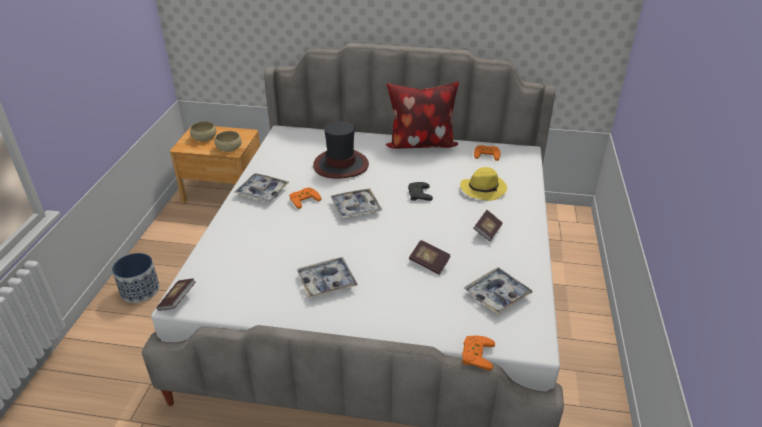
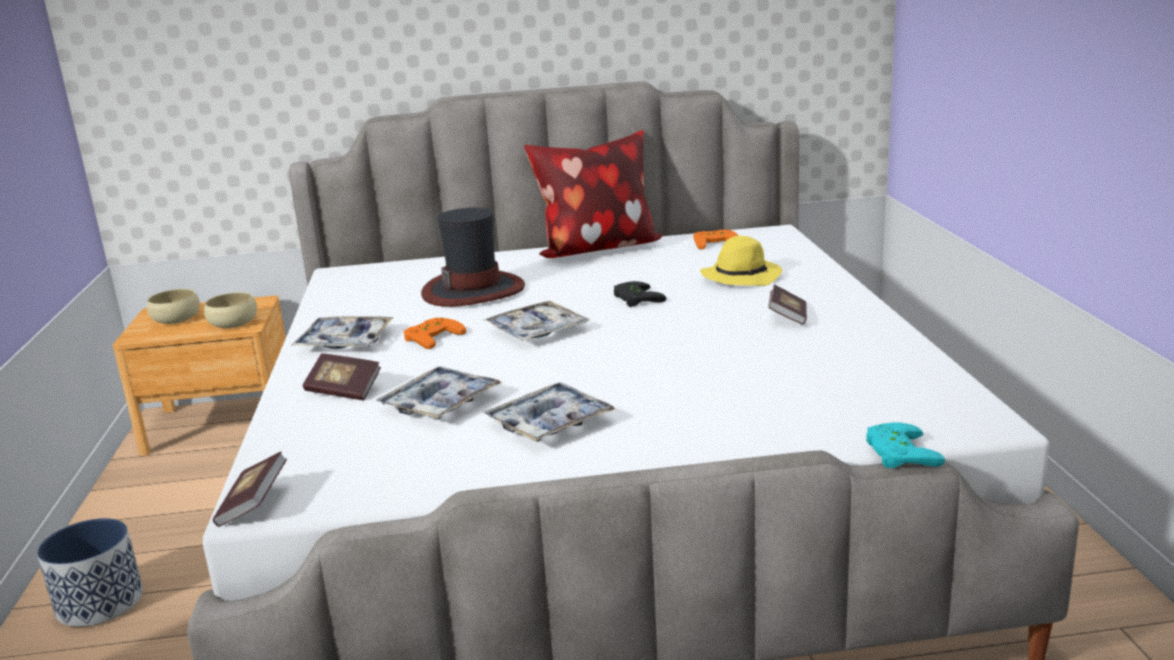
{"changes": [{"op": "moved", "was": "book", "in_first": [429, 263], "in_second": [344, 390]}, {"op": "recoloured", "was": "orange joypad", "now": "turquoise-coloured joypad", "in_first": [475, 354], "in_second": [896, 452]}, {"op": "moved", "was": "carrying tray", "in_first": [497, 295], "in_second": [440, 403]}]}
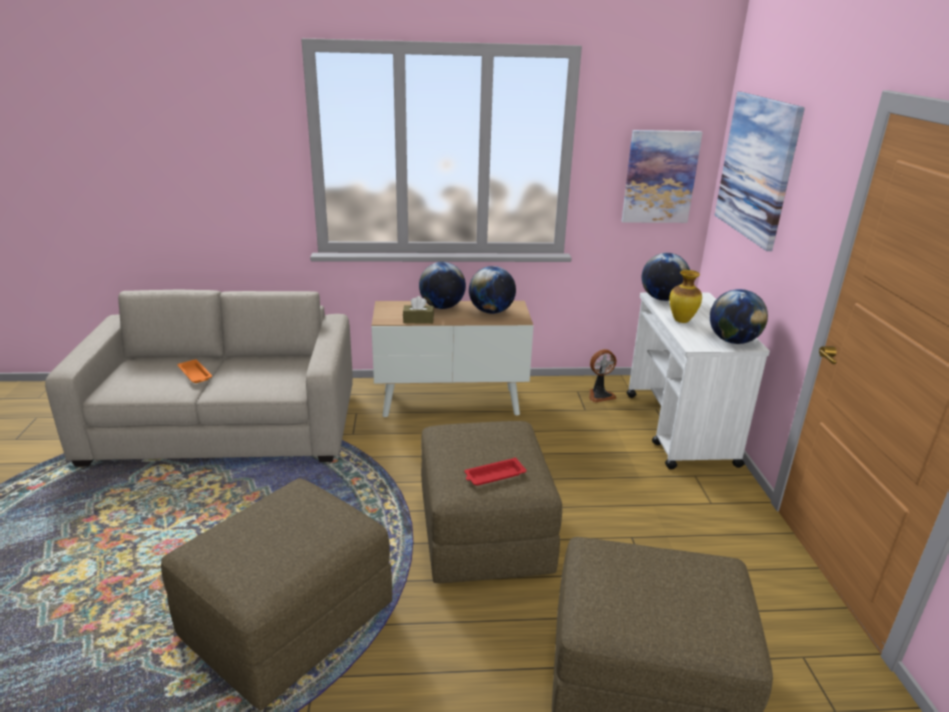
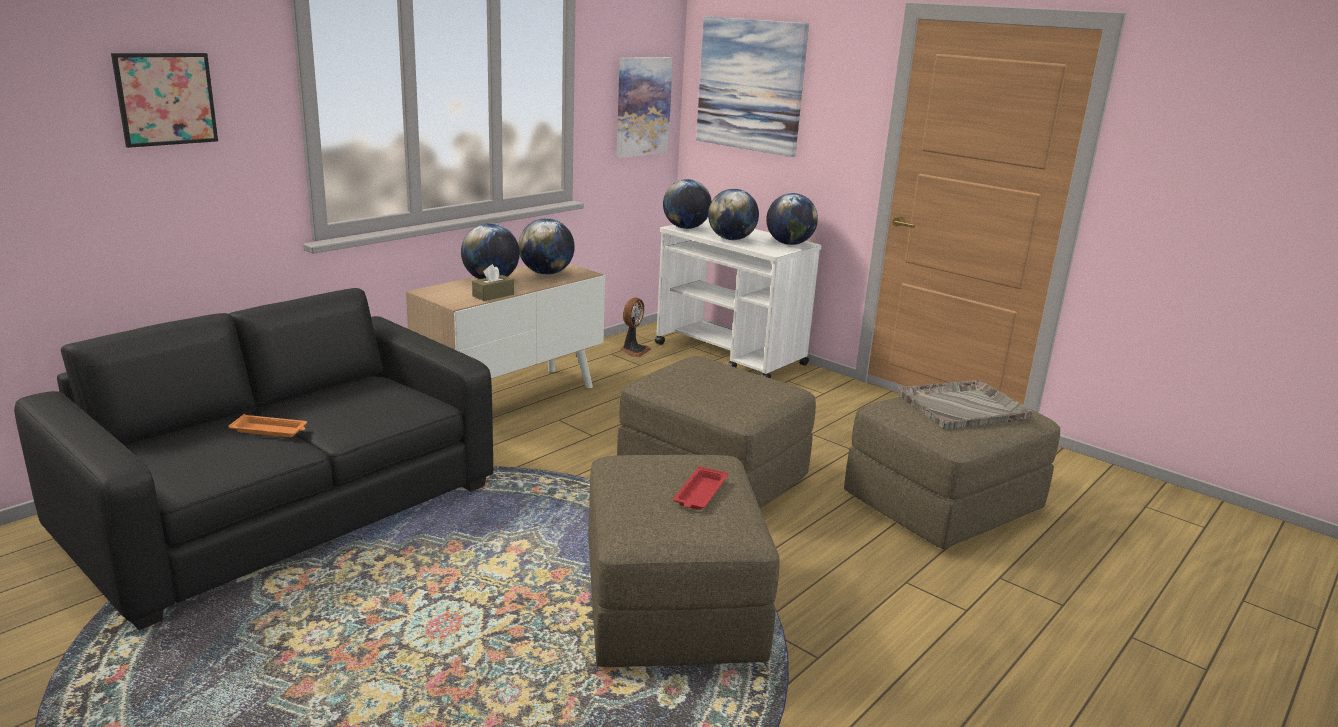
{"changes": [{"op": "recoloured", "was": "sand-coloured sofa", "now": "blackish sofa", "in_first": [225, 426], "in_second": [284, 509]}, {"op": "moved", "was": "red-coloured carrying tray", "in_first": [493, 475], "in_second": [700, 493]}, {"op": "replaced", "was": "decorative vase", "now": "world globe", "in_first": [681, 321], "in_second": [731, 239]}, {"op": "added", "now": "wall art", "in_second": [166, 99]}, {"op": "added", "now": "gray carrying tray", "in_second": [963, 406]}]}
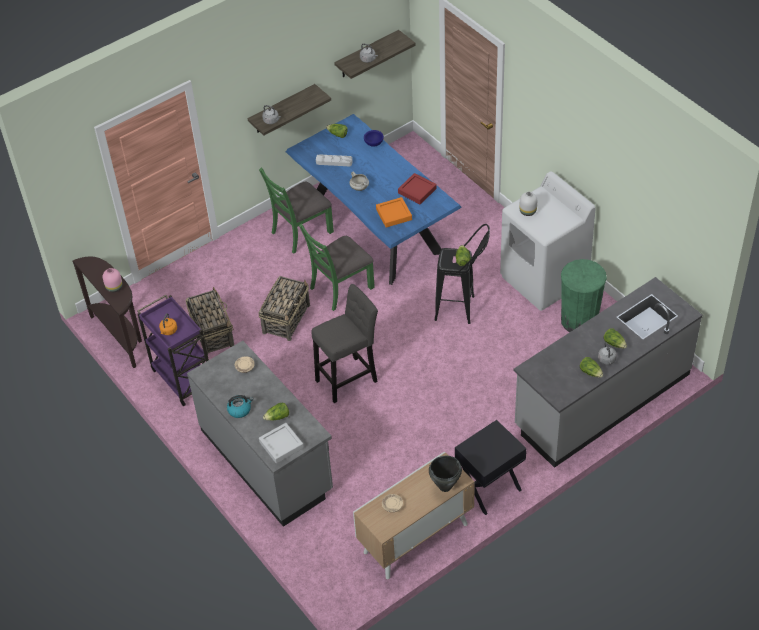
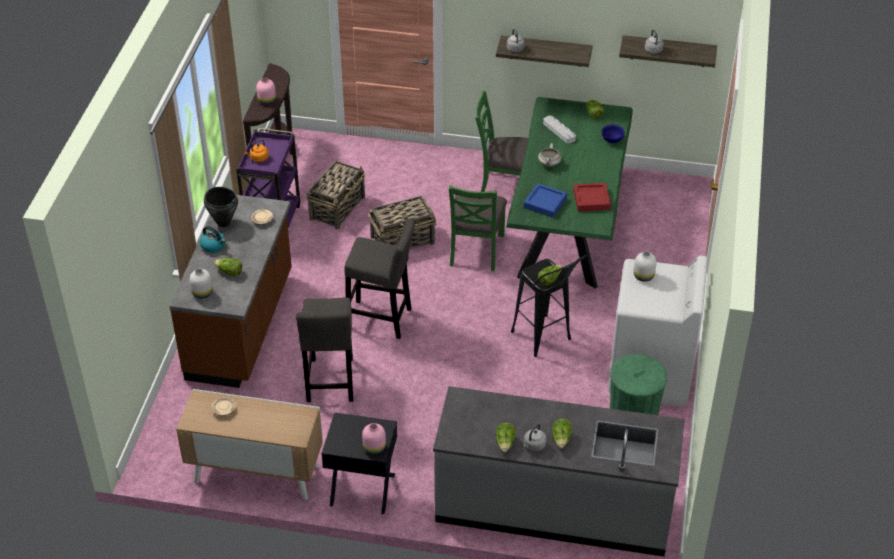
{"changes": [{"op": "recoloured", "was": "gray counter", "now": "brown counter", "in_first": [267, 460], "in_second": [242, 326]}, {"op": "replaced", "was": "gray carrying tray", "now": "white-coloured decorative vase", "in_first": [281, 445], "in_second": [202, 292]}, {"op": "recoloured", "was": "bluish kitchen table", "now": "green kitchen table", "in_first": [375, 229], "in_second": [567, 228]}, {"op": "turned", "was": "green upright chair", "in_first": [341, 287], "in_second": [476, 250], "clockwise": -90}, {"op": "recoloured", "was": "orange carrying tray", "now": "bluish carrying tray", "in_first": [394, 214], "in_second": [545, 203]}, {"op": "moved", "was": "blackish stockpot", "in_first": [444, 486], "in_second": [223, 222]}, {"op": "added", "now": "gray stool seat", "in_second": [330, 383]}, {"op": "added", "now": "pink-coloured decorative vase", "in_second": [373, 447]}]}
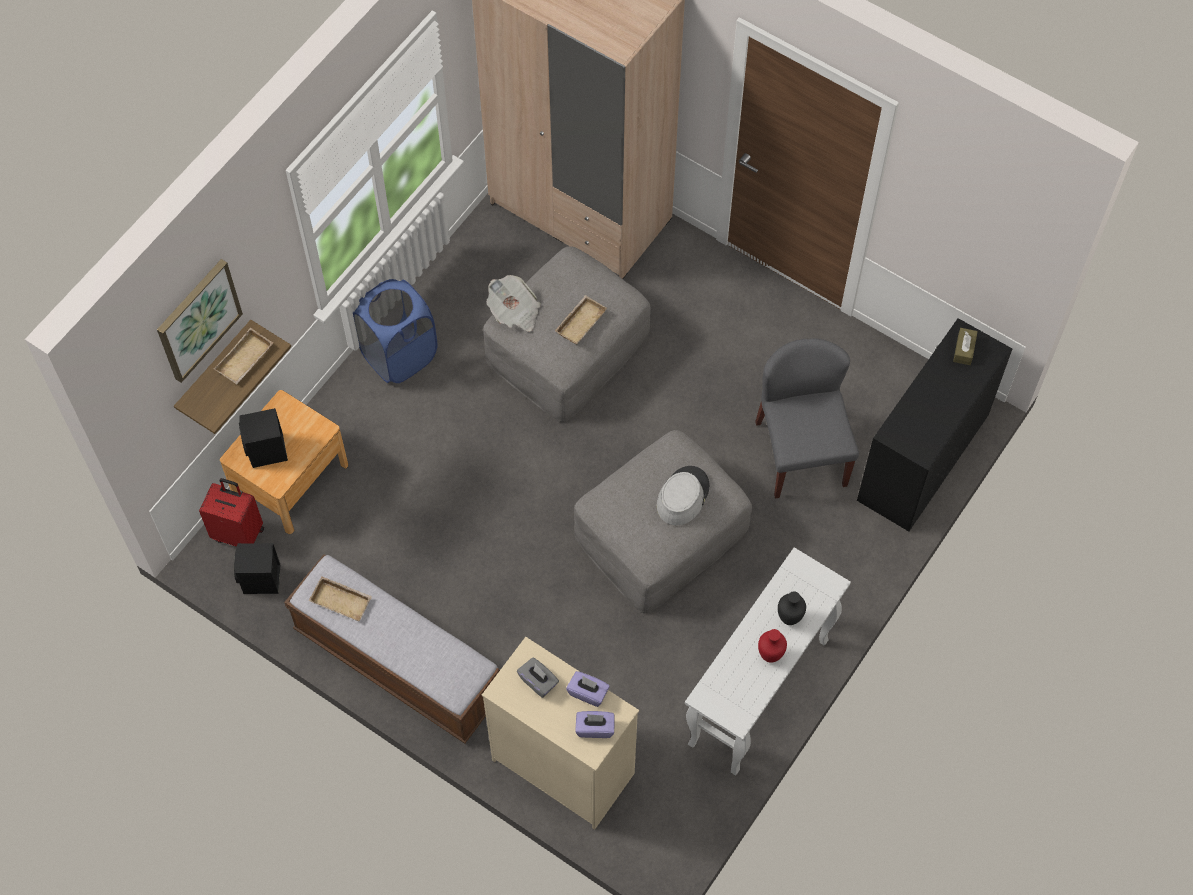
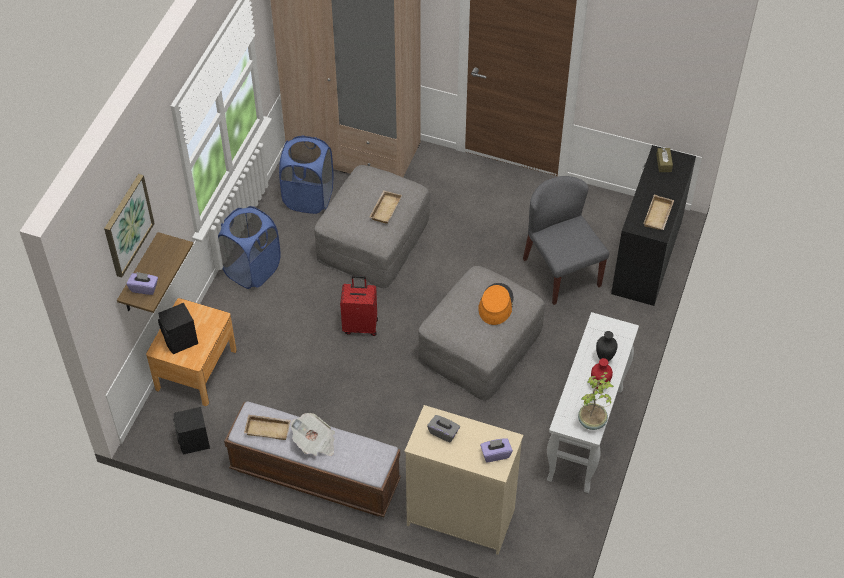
{"changes": [{"op": "moved", "was": "red-coloured piece of luggage", "in_first": [239, 533], "in_second": [360, 326]}, {"op": "moved", "was": "sand-coloured carrying tray", "in_first": [245, 361], "in_second": [659, 216]}, {"op": "moved", "was": "newspaper", "in_first": [514, 312], "in_second": [315, 442]}, {"op": "moved", "was": "purple-coloured box of tissues", "in_first": [588, 693], "in_second": [144, 288]}, {"op": "recoloured", "was": "gray wearable hat", "now": "orange wearable hat", "in_first": [682, 496], "in_second": [495, 304]}, {"op": "added", "now": "bluish washing basket", "in_second": [308, 198]}, {"op": "added", "now": "houseplant", "in_second": [592, 421]}]}
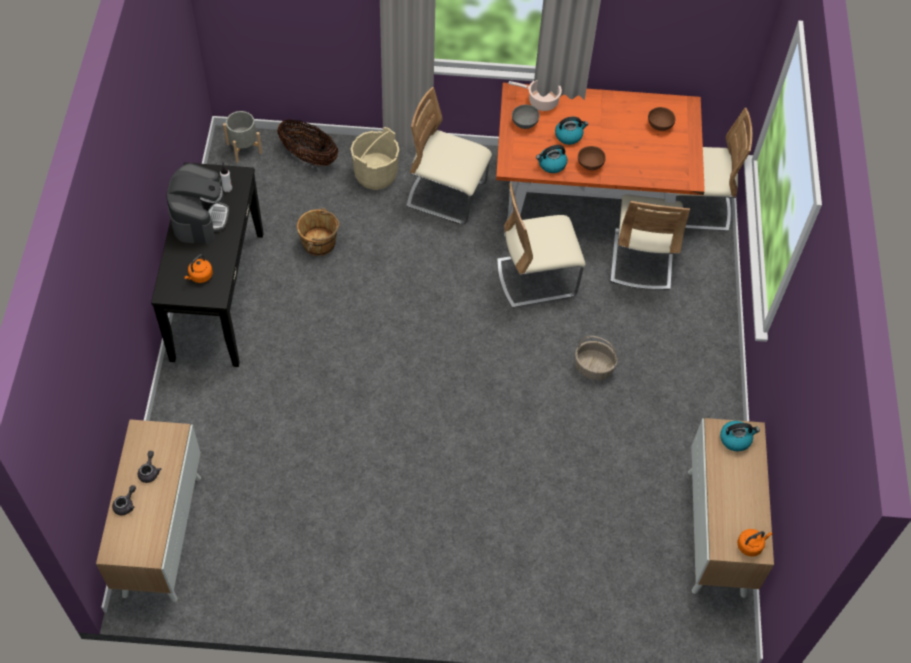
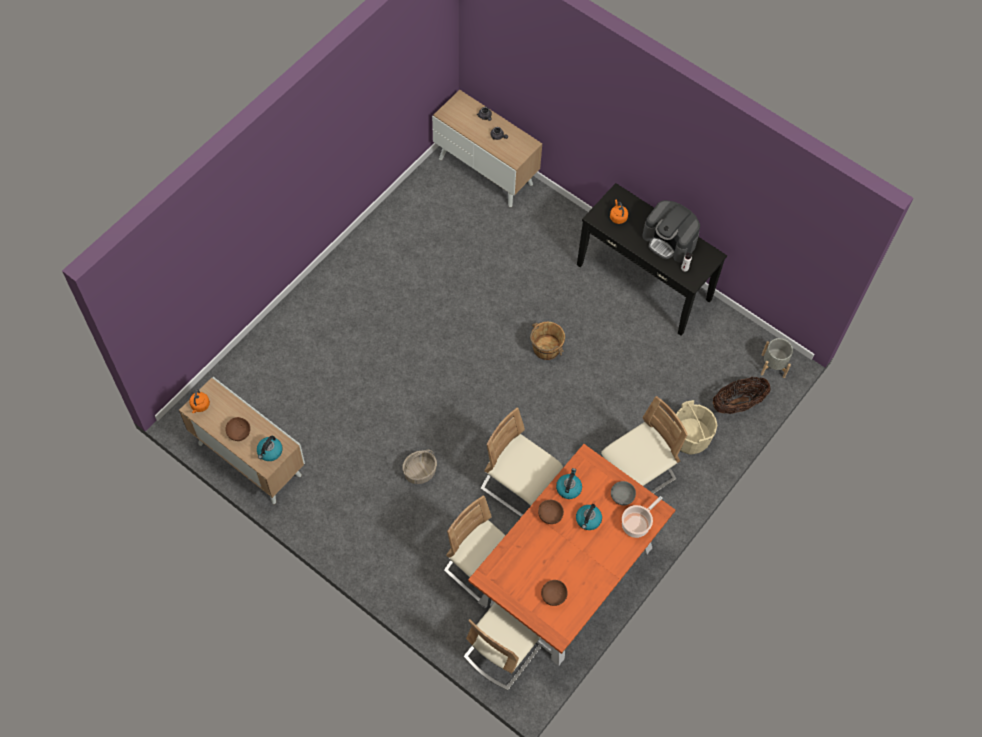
{"changes": [{"op": "moved", "was": "brown pail", "in_first": [319, 243], "in_second": [546, 348]}, {"op": "turned", "was": "sand-coloured upright chair", "in_first": [536, 278], "in_second": [519, 486], "clockwise": -75}, {"op": "added", "now": "brown deep dish", "in_second": [239, 432]}]}
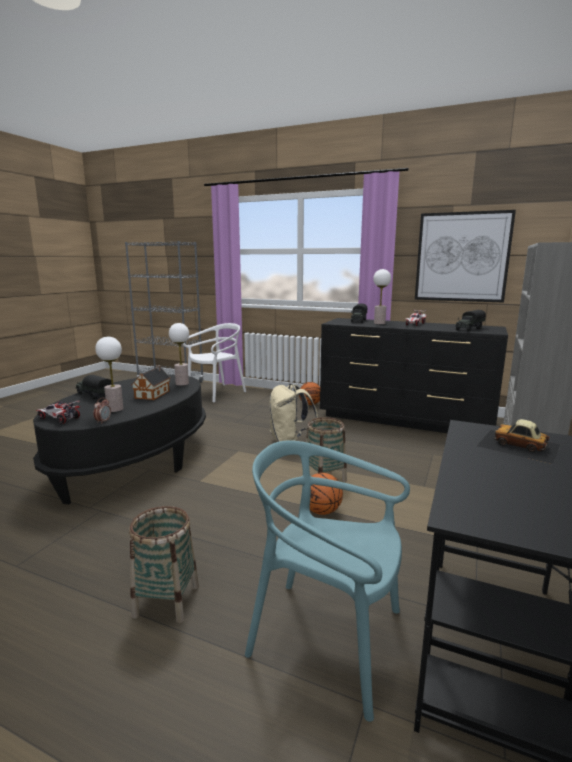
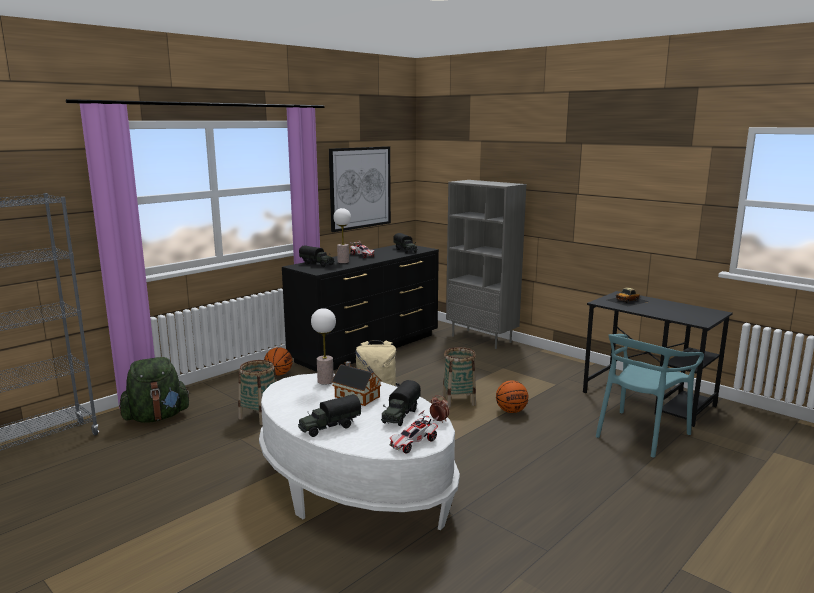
{"changes": [{"op": "recoloured", "was": "blackish coffee table", "now": "white-coloured coffee table", "in_first": [134, 461], "in_second": [354, 487]}, {"op": "replaced", "was": "tabletop lamp", "now": "toy lorry", "in_first": [115, 409], "in_second": [400, 415]}, {"op": "moved", "was": "household basket", "in_first": [166, 601], "in_second": [260, 416]}, {"op": "replaced", "was": "white-coloured upright chair", "now": "green knapsack", "in_first": [217, 393], "in_second": [157, 417]}]}
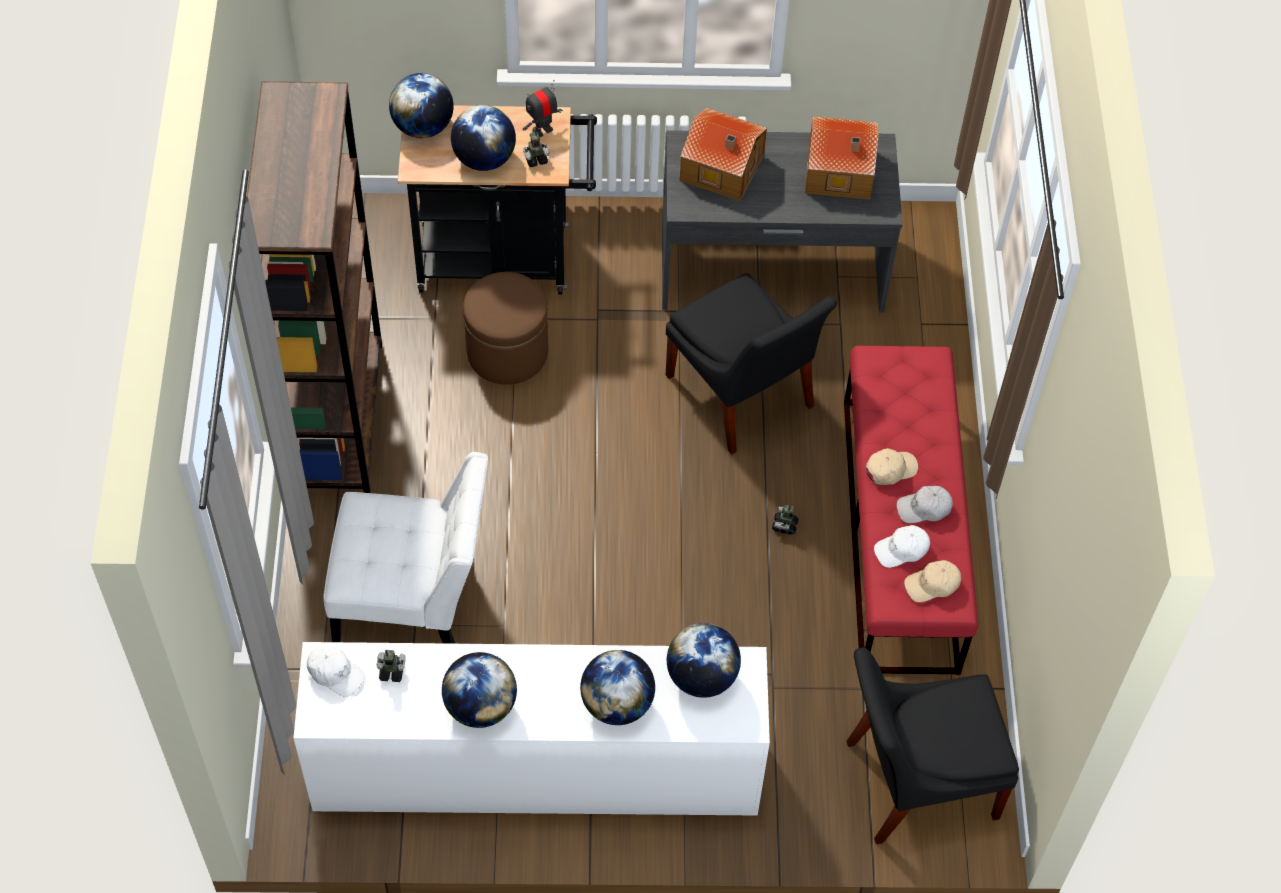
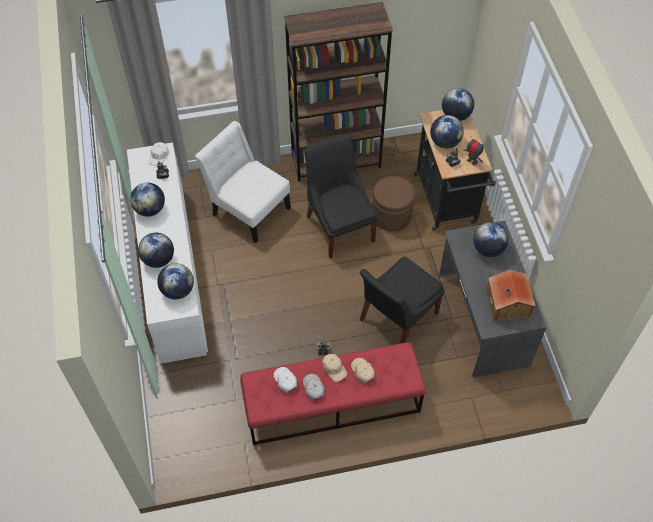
{"changes": [{"op": "turned", "was": "white-coloured upright chair", "in_first": [413, 598], "in_second": [248, 208], "clockwise": 135}, {"op": "replaced", "was": "toy house", "now": "world globe", "in_first": [722, 169], "in_second": [488, 249]}, {"op": "moved", "was": "blackish upright chair", "in_first": [914, 780], "in_second": [339, 225]}, {"op": "moved", "was": "sand-coloured cap", "in_first": [932, 585], "in_second": [363, 371]}]}
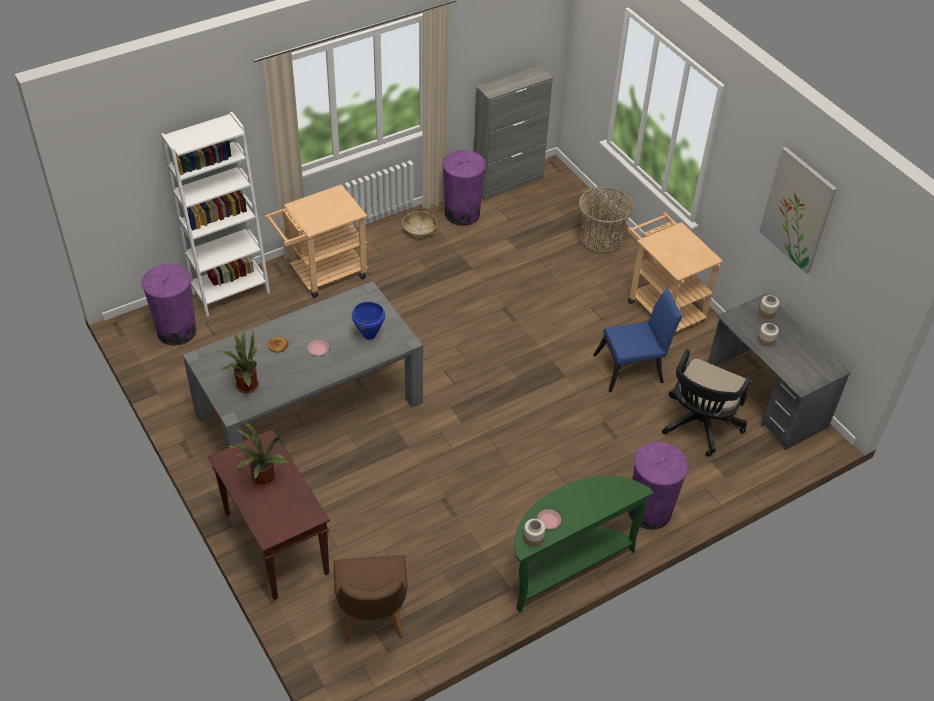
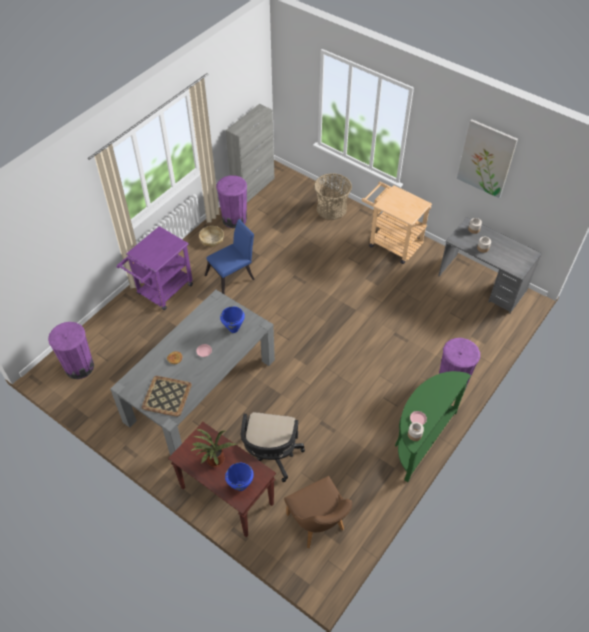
{"changes": [{"op": "removed", "was": "white-coloured bookcase", "in_first": [230, 292]}, {"op": "replaced", "was": "houseplant", "now": "carrying tray", "in_first": [244, 385], "in_second": [166, 395]}, {"op": "recoloured", "was": "sand-coloured cart", "now": "purple-coloured cart", "in_first": [322, 275], "in_second": [161, 292]}, {"op": "moved", "was": "bluish upright chair", "in_first": [633, 369], "in_second": [232, 276]}, {"op": "moved", "was": "blackish office chair", "in_first": [699, 426], "in_second": [270, 457]}, {"op": "added", "now": "bluish stockpot", "in_second": [241, 486]}]}
